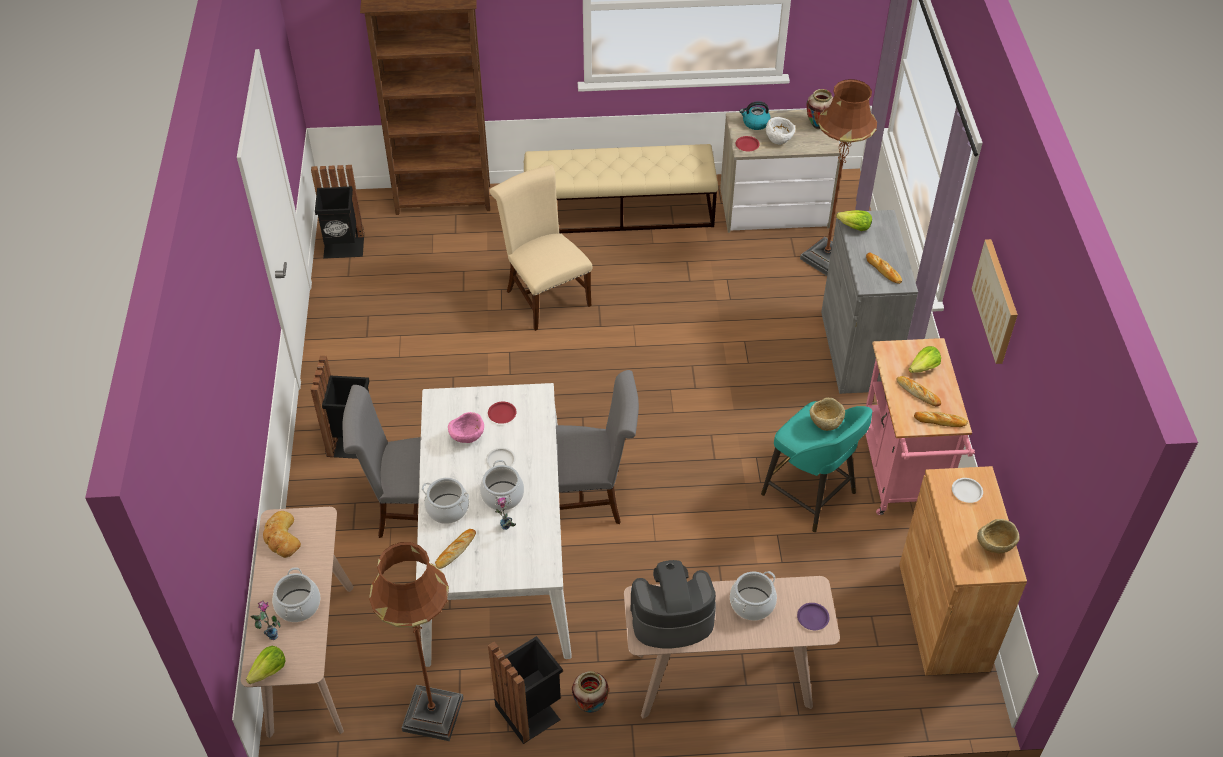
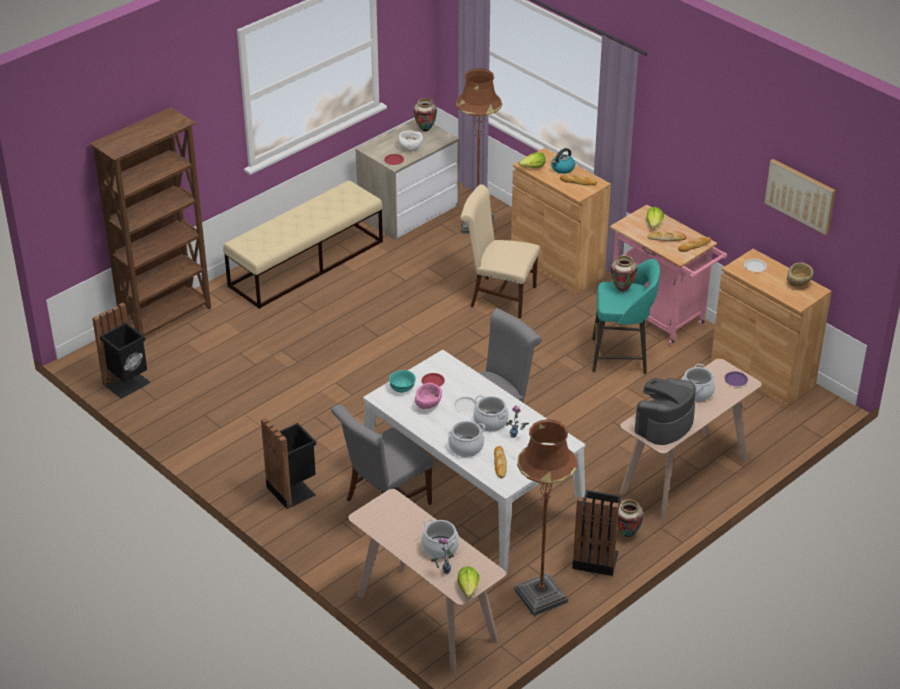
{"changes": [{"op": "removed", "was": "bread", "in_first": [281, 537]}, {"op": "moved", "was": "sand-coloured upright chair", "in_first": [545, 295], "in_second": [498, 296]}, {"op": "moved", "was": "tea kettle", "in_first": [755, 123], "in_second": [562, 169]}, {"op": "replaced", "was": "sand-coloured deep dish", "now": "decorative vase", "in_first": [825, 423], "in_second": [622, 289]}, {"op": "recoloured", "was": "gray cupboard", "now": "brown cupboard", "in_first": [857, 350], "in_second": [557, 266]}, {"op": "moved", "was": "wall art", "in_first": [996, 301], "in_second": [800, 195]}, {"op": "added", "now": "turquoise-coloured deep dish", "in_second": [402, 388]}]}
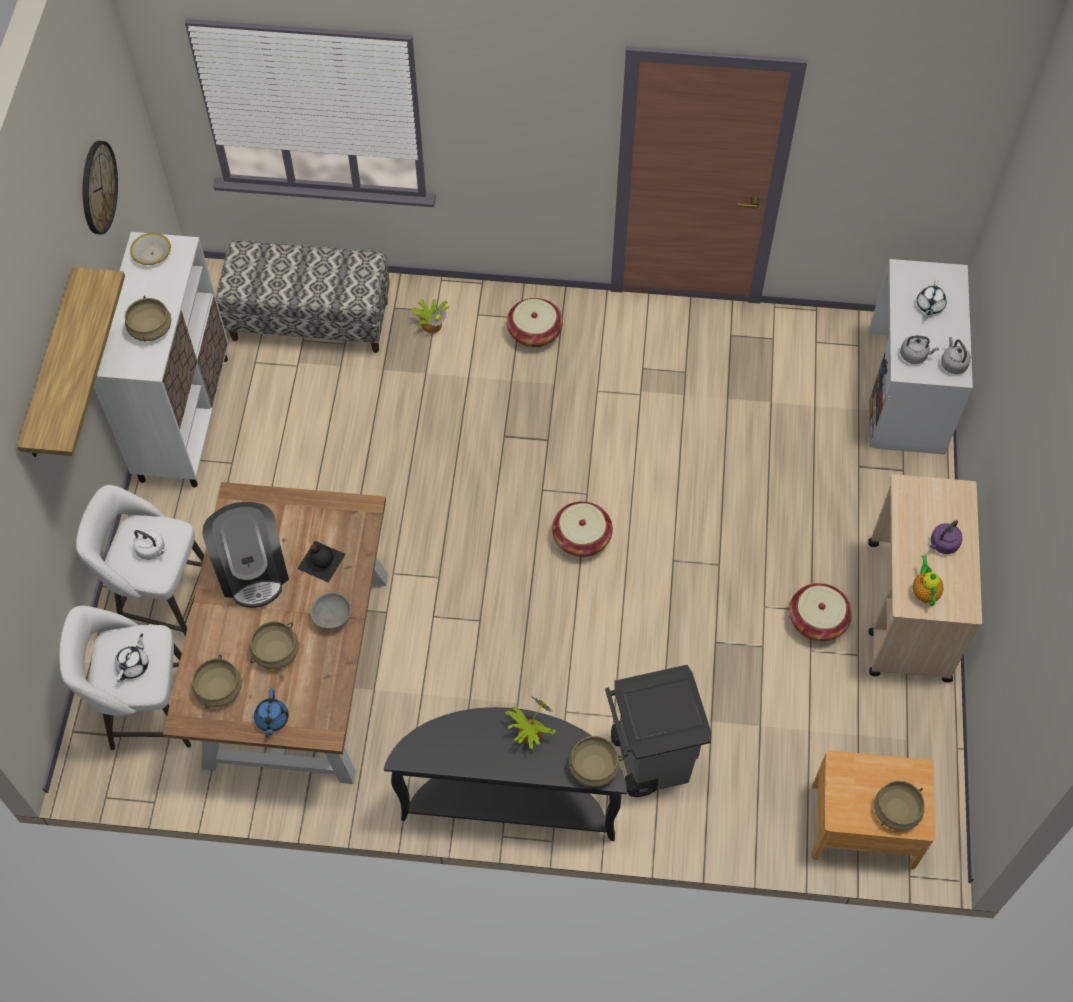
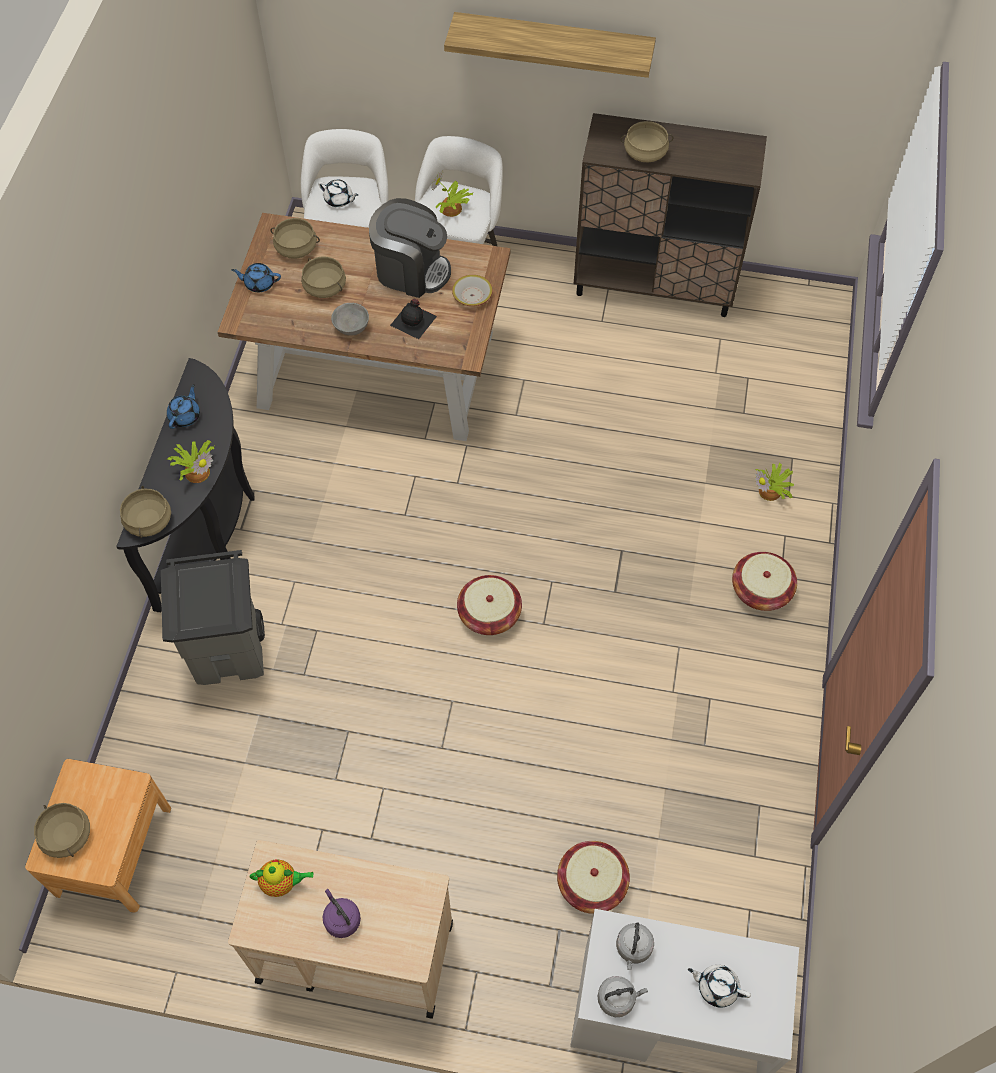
{"changes": [{"op": "removed", "was": "wall clock", "in_first": [98, 187]}, {"op": "recoloured", "was": "white-coloured cupboard", "now": "brown cupboard", "in_first": [184, 418], "in_second": [655, 285]}, {"op": "moved", "was": "deep dish", "in_first": [152, 254], "in_second": [472, 295]}, {"op": "replaced", "was": "white-coloured tea kettle", "now": "houseplant", "in_first": [152, 550], "in_second": [451, 209]}, {"op": "turned", "was": "coffee machine", "in_first": [252, 570], "in_second": [411, 270], "clockwise": -150}, {"op": "removed", "was": "long seat", "in_first": [310, 320]}, {"op": "moved", "was": "household basket", "in_first": [817, 620], "in_second": [591, 883]}, {"op": "added", "now": "bluish tea pot", "in_second": [185, 416]}]}
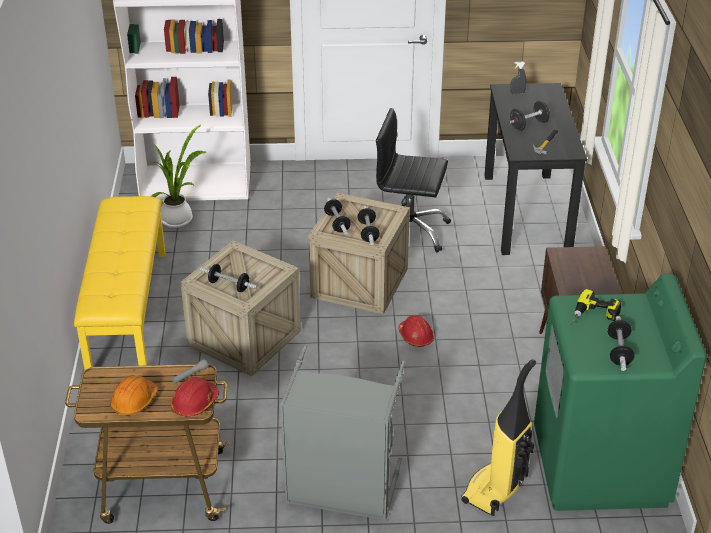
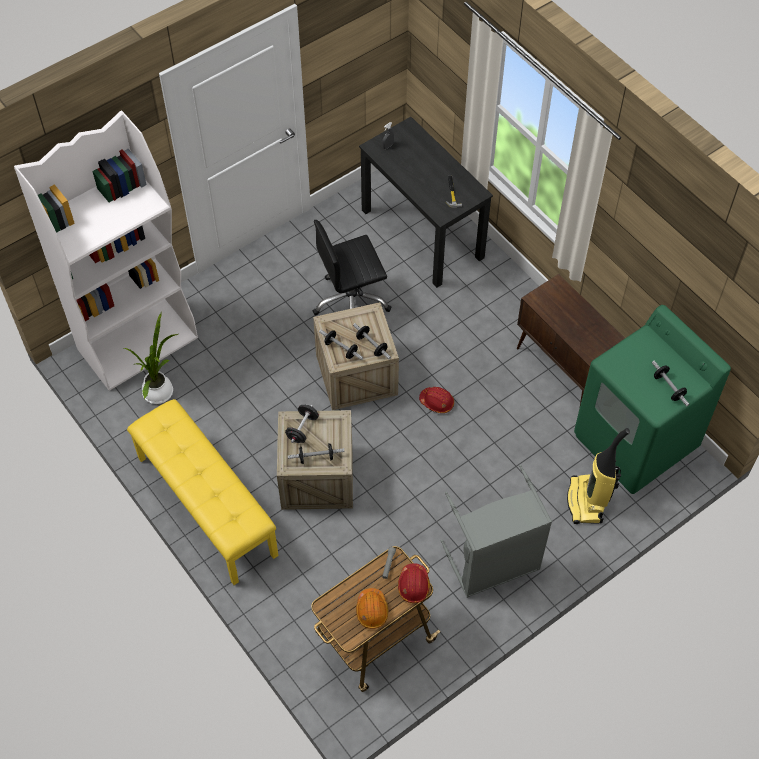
{"changes": [{"op": "moved", "was": "blackish hand weight", "in_first": [528, 125], "in_second": [302, 429]}, {"op": "removed", "was": "power drill", "in_first": [594, 317]}]}
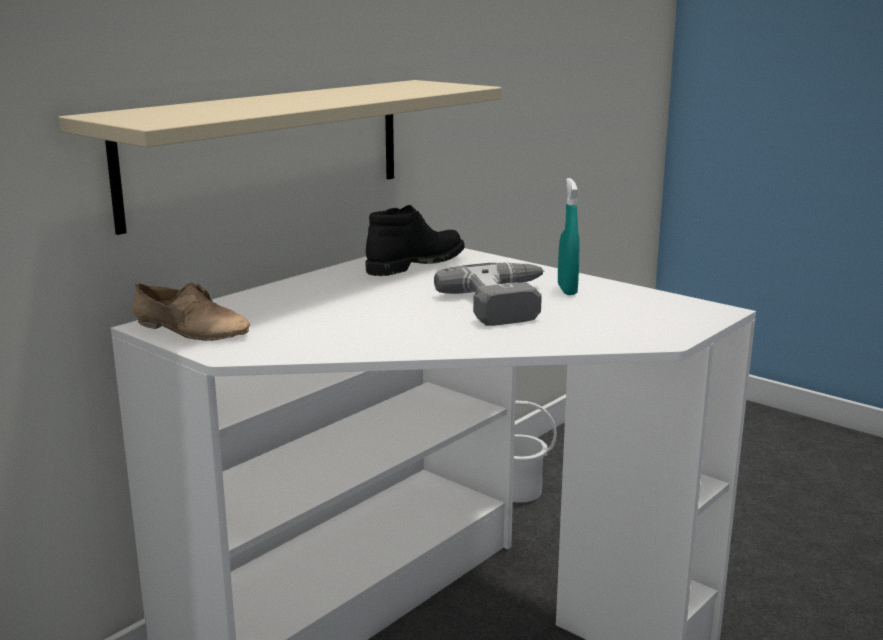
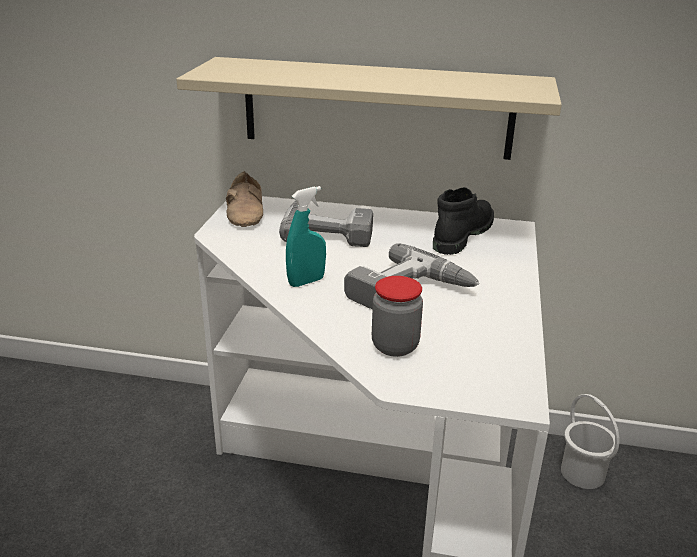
{"changes": [{"op": "turned", "was": "blackish boot", "in_first": [414, 264], "in_second": [461, 235], "clockwise": -75}, {"op": "moved", "was": "turquoise-coloured spray bottle", "in_first": [567, 290], "in_second": [306, 282]}, {"op": "added", "now": "power drill", "in_second": [328, 229]}, {"op": "added", "now": "preserve jar", "in_second": [395, 346]}]}
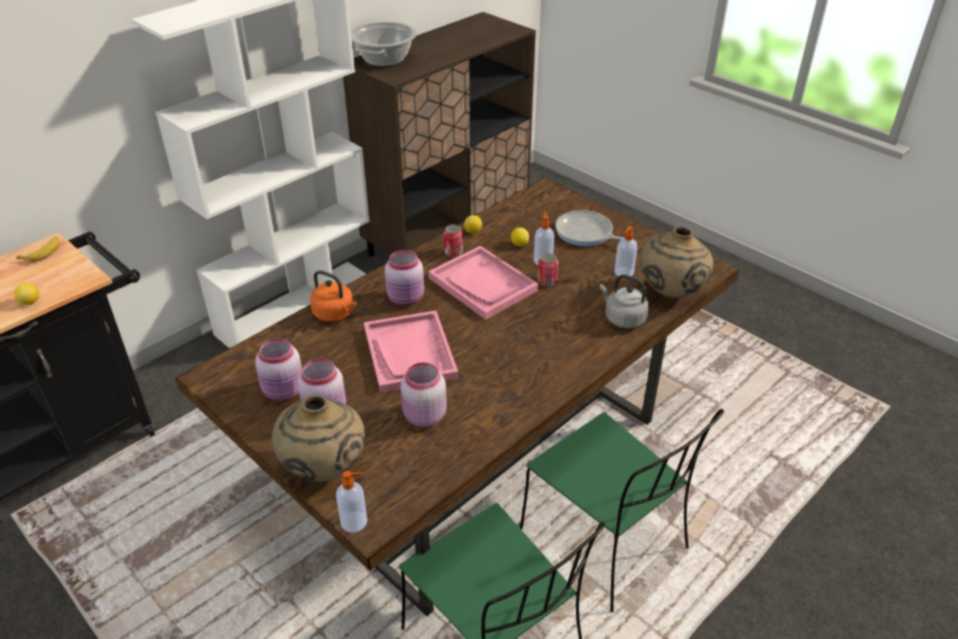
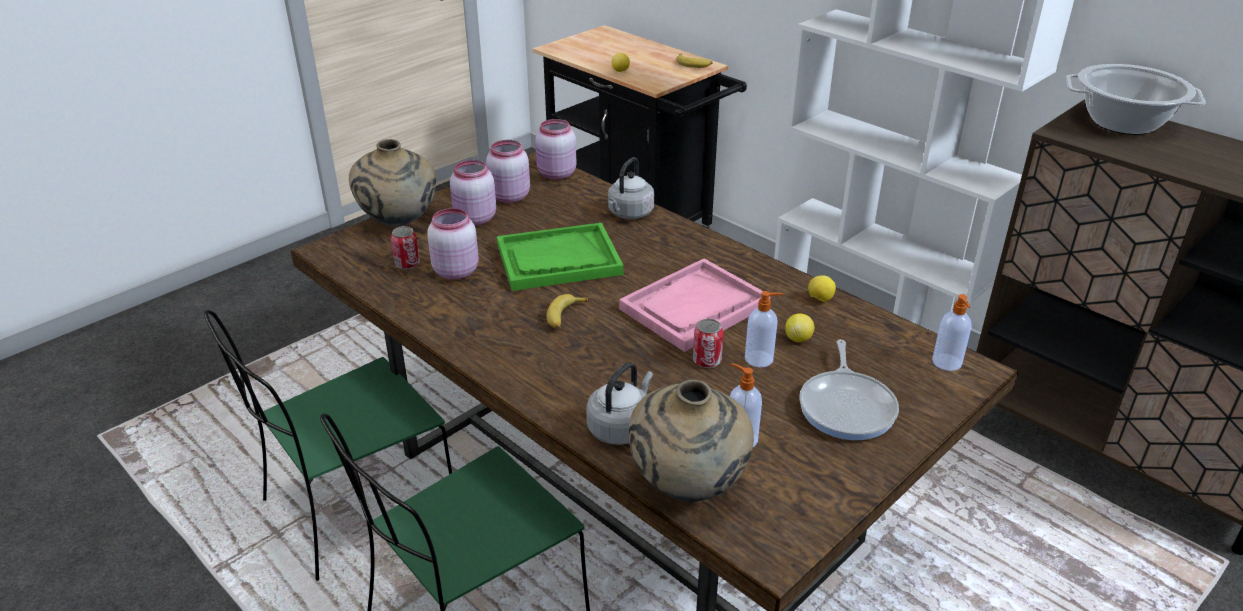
{"changes": [{"op": "recoloured", "was": "orange tea kettle", "now": "gray tea kettle", "in_first": [335, 314], "in_second": [629, 214]}, {"op": "moved", "was": "soap dispenser", "in_first": [355, 522], "in_second": [947, 363]}, {"op": "recoloured", "was": "pink-coloured carrying tray", "now": "green carrying tray", "in_first": [410, 353], "in_second": [558, 260]}, {"op": "moved", "was": "pink-coloured preserve jar", "in_first": [406, 299], "in_second": [556, 174]}, {"op": "moved", "was": "metal can", "in_first": [453, 252], "in_second": [407, 264]}, {"op": "turned", "was": "frying pan", "in_first": [586, 234], "in_second": [847, 407], "clockwise": 150}, {"op": "added", "now": "banana", "in_second": [565, 317]}]}
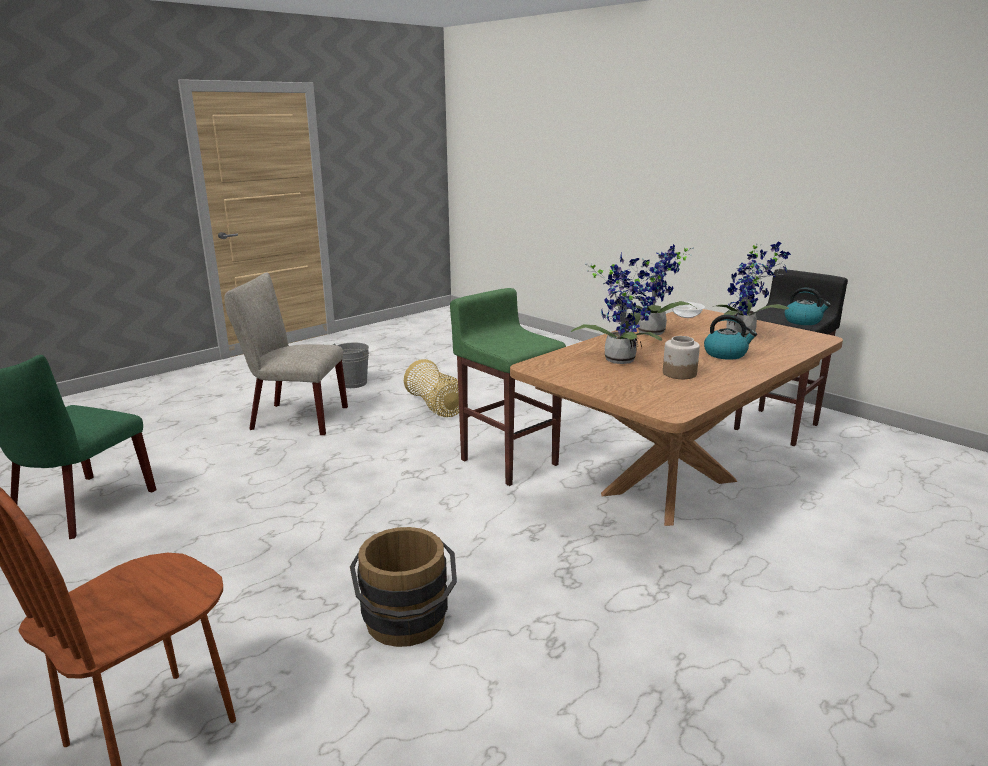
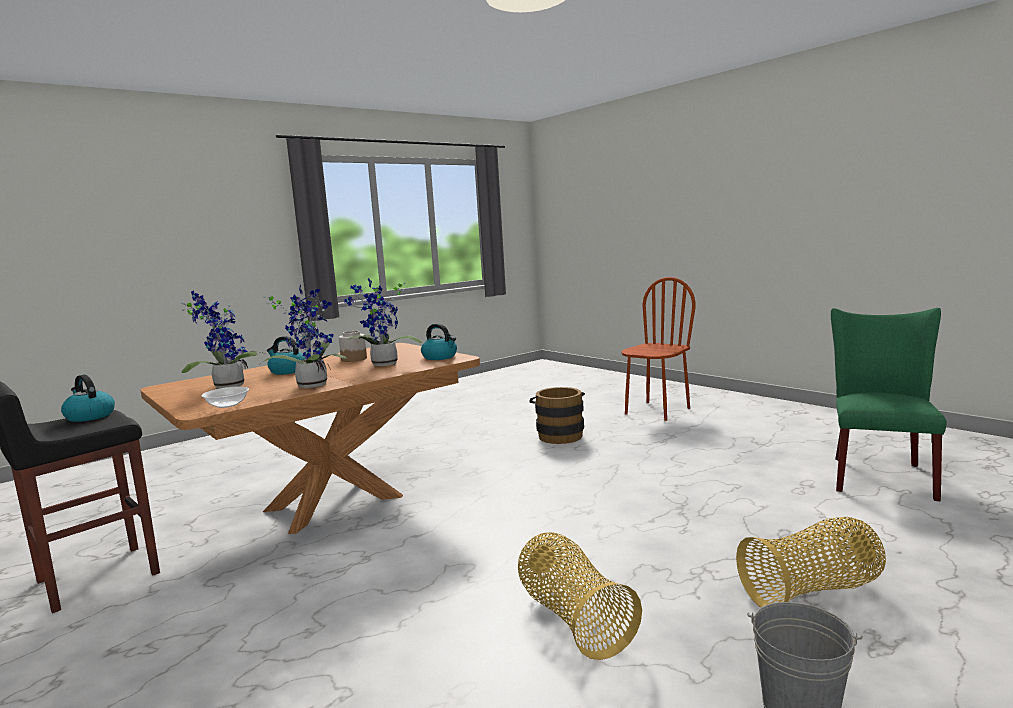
{"changes": [{"op": "replaced", "was": "sand-coloured upright chair", "now": "household basket", "in_first": [293, 418], "in_second": [812, 592]}, {"op": "removed", "was": "green stool seat", "in_first": [509, 461]}, {"op": "added", "now": "tea kettle", "in_second": [440, 357]}]}
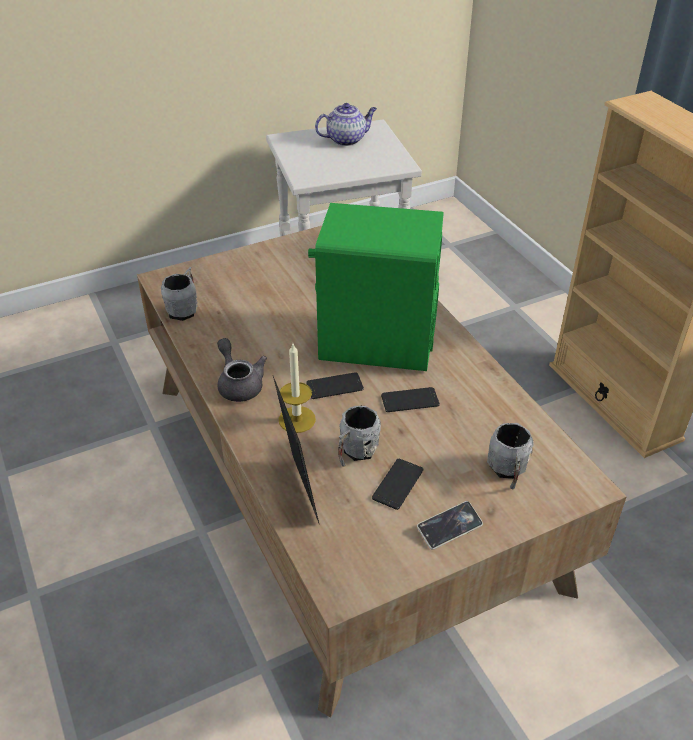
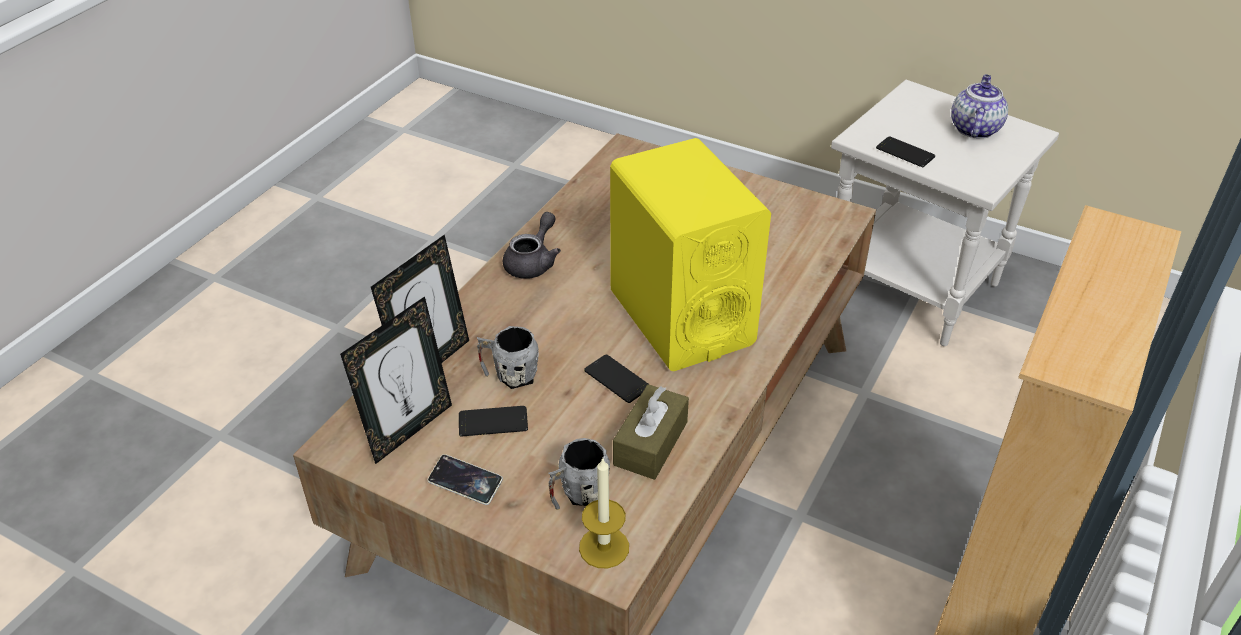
{"changes": [{"op": "removed", "was": "gray tea mug", "in_first": [184, 309]}, {"op": "moved", "was": "candle", "in_first": [297, 419], "in_second": [604, 547]}, {"op": "moved", "was": "handset", "in_first": [334, 386], "in_second": [905, 152]}, {"op": "recoloured", "was": "green speaker", "now": "yellow speaker", "in_first": [376, 342], "in_second": [681, 317]}, {"op": "turned", "was": "tea pot", "in_first": [346, 139], "in_second": [974, 128], "clockwise": -105}, {"op": "added", "now": "standing frame", "in_second": [408, 429]}, {"op": "added", "now": "brown box of tissues", "in_second": [650, 443]}]}
